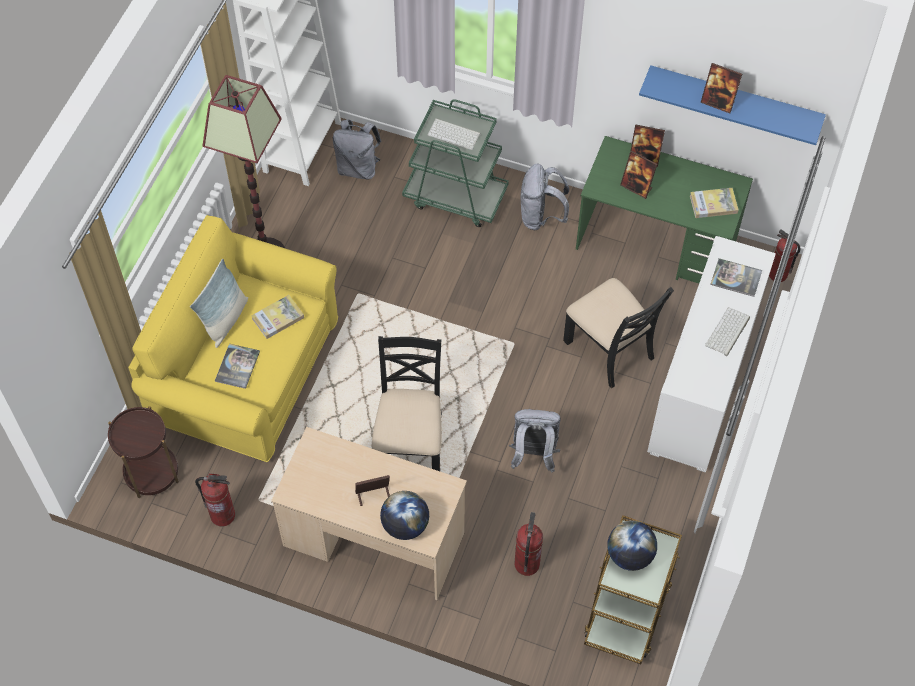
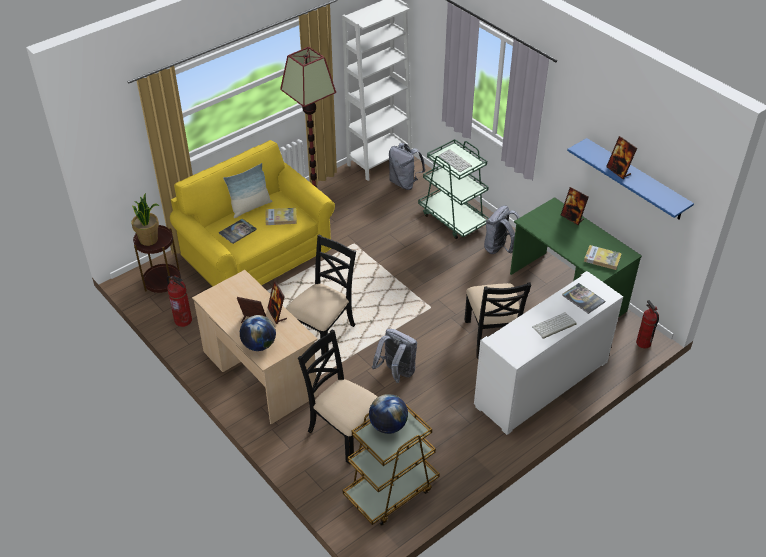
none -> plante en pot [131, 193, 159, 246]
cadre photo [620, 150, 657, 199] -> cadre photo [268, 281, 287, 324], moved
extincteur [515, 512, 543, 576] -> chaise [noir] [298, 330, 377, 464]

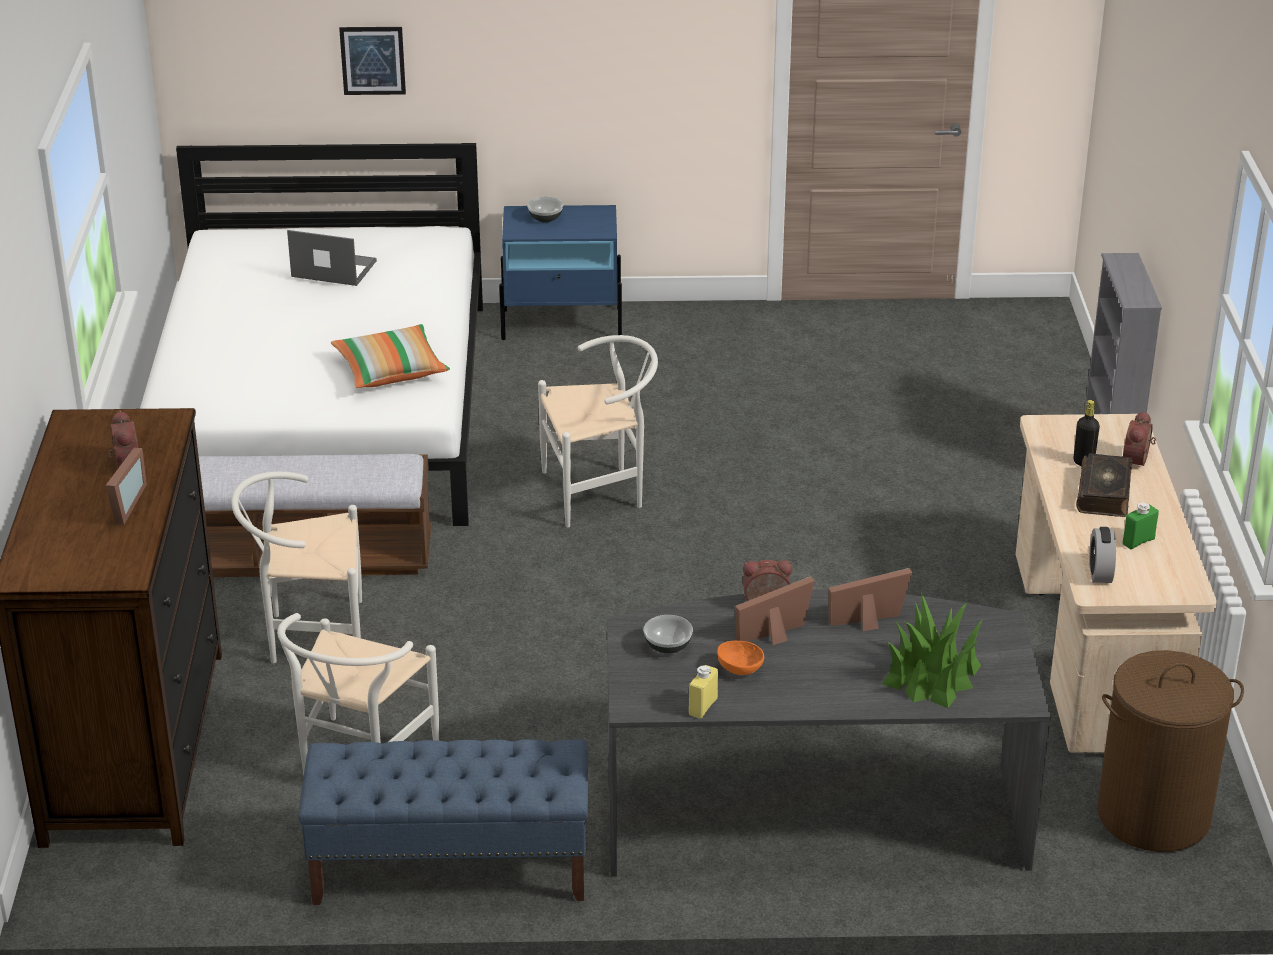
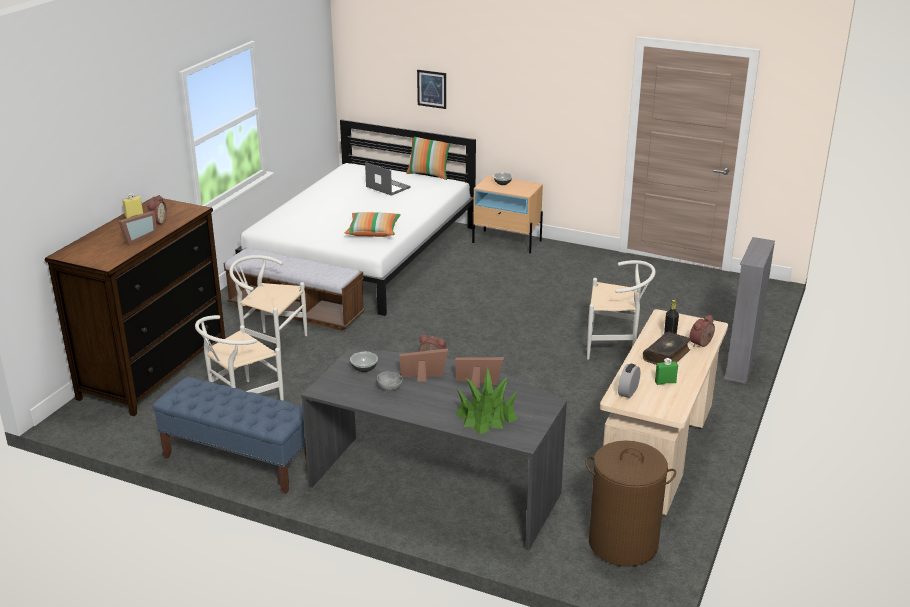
bouteille [jaune] [689, 665, 718, 719] -> bouteille [jaune] [122, 193, 143, 218], moved
bol [orange] [717, 641, 764, 675] -> bol [gris] [377, 372, 403, 391]
none -> coussin [406, 137, 451, 180]
table de chevet [bleu] [499, 205, 622, 340] -> table de chevet [beige] [472, 175, 543, 253]
chaise [blanc] [538, 335, 658, 527] -> chaise [blanc] [587, 260, 656, 360], moved

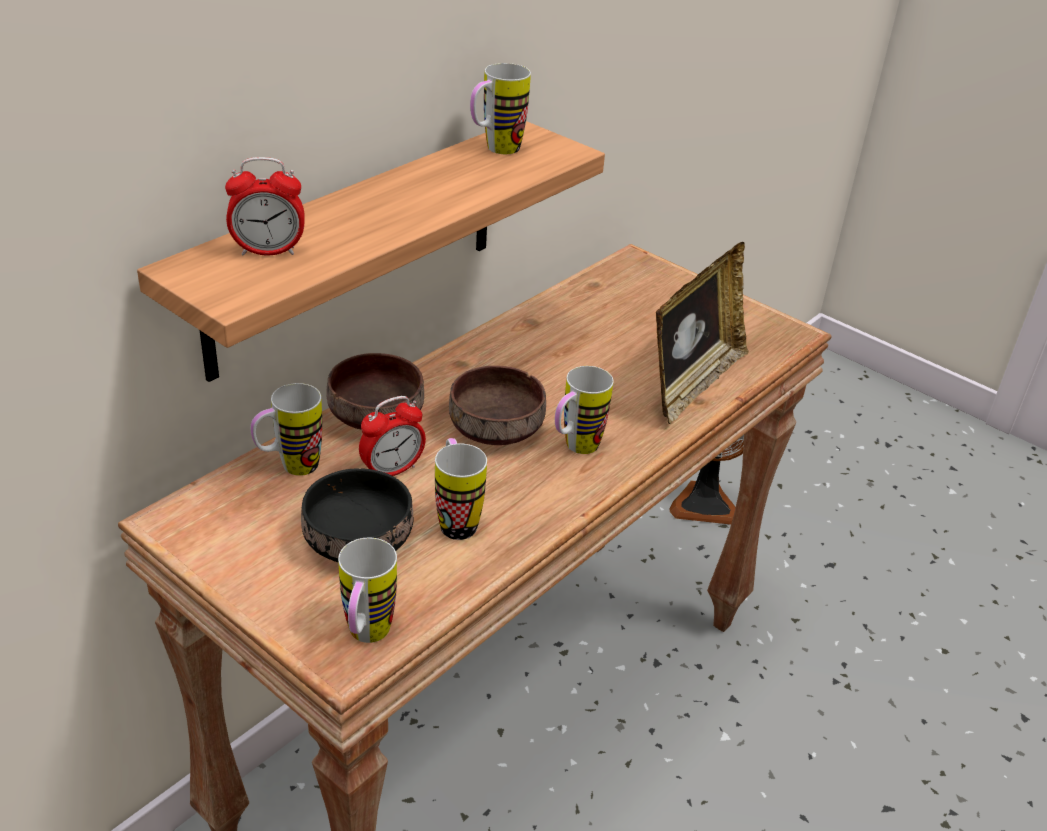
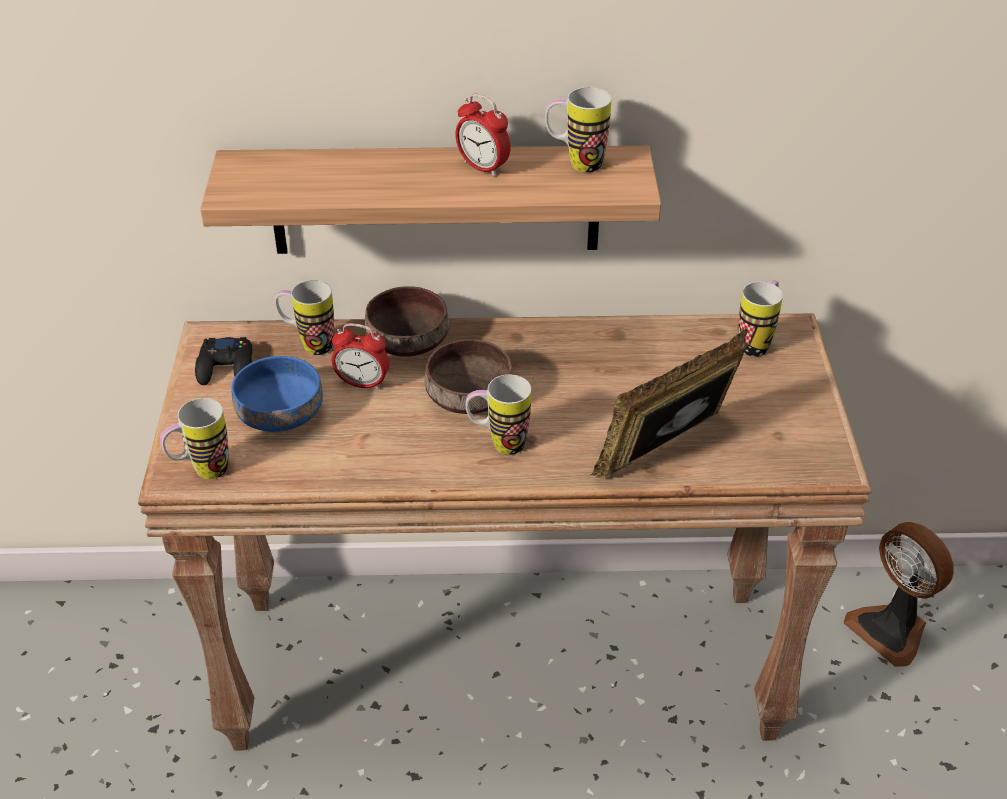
none -> manette [noir] [195, 337, 252, 385]
bol [noir] [301, 468, 413, 562] -> bol [bleu] [231, 356, 323, 432]
réveil [225, 157, 304, 256] -> réveil [456, 94, 511, 177], moved
cadre photo [656, 242, 749, 425] -> cadre photo [590, 328, 748, 479], 150 degrees clockwise
mug [435, 438, 487, 540] -> mug [738, 280, 783, 357], moved

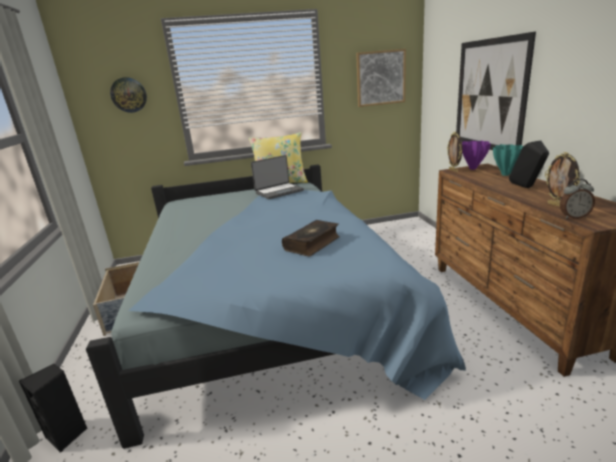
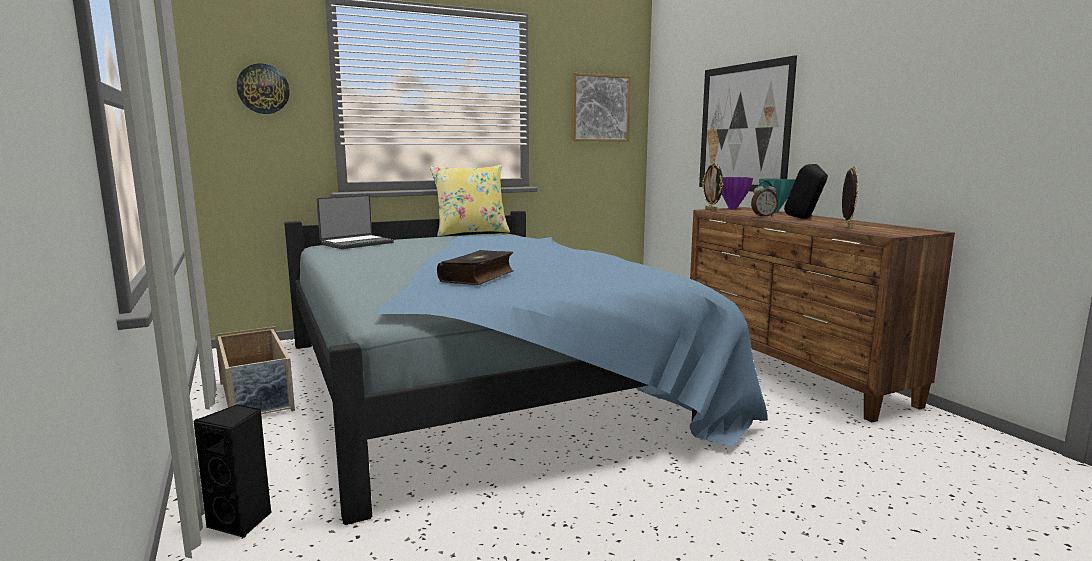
ordinateur portable [251, 155, 304, 199] -> ordinateur portable [317, 195, 394, 249], moved
livre [282, 220, 340, 256] -> livre [437, 250, 514, 285], moved
réveil [560, 179, 595, 219] -> réveil [751, 181, 778, 217], moved
cadre photo [545, 152, 580, 207] -> cadre photo [842, 166, 858, 228], 135 degrees counterclockwise

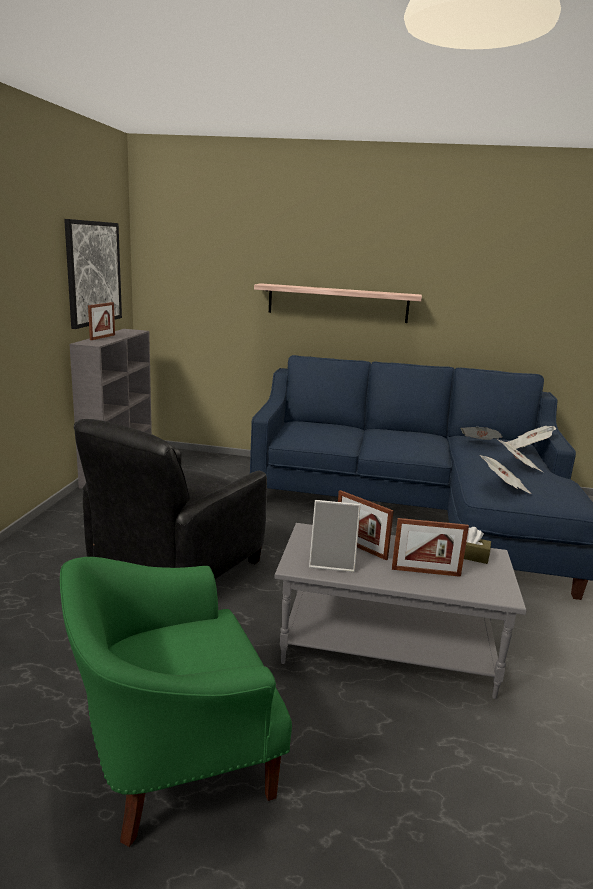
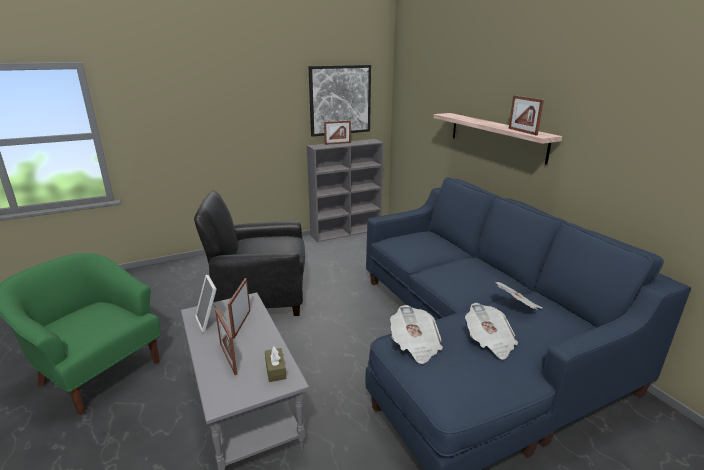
none -> cadre photo [508, 95, 544, 135]
journal [506, 426, 556, 449] -> none

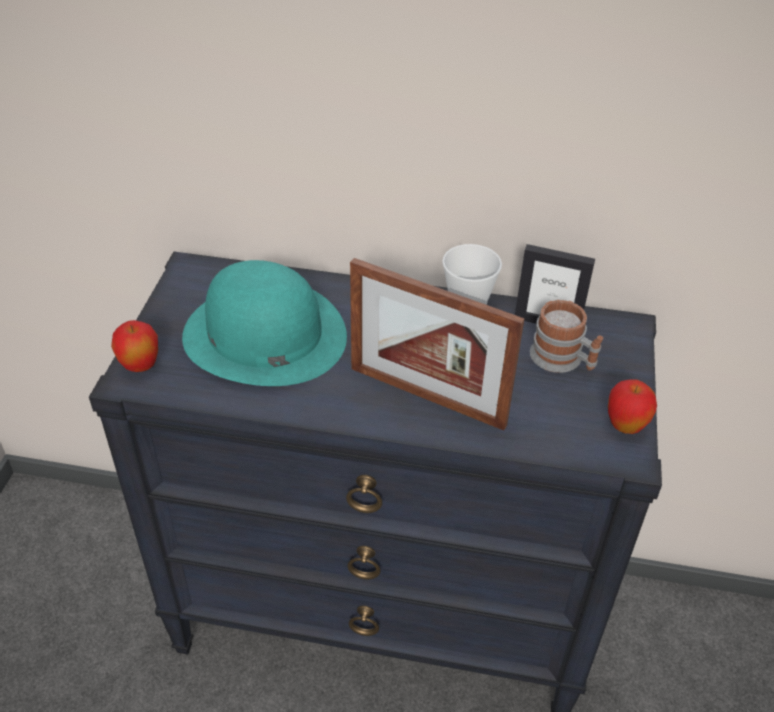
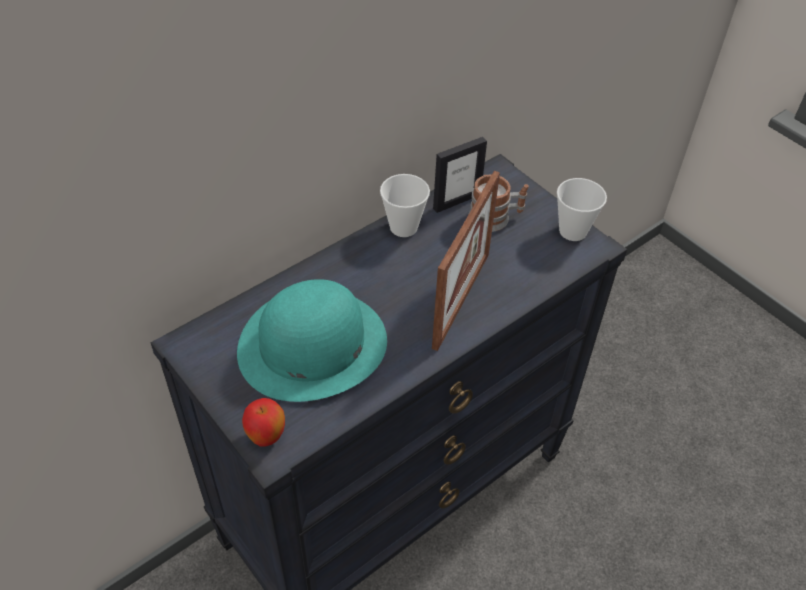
cadre photo [350, 258, 525, 431] -> cadre photo [432, 171, 500, 351], 45 degrees counterclockwise
pomme [608, 379, 657, 434] -> tasse [557, 178, 607, 241]

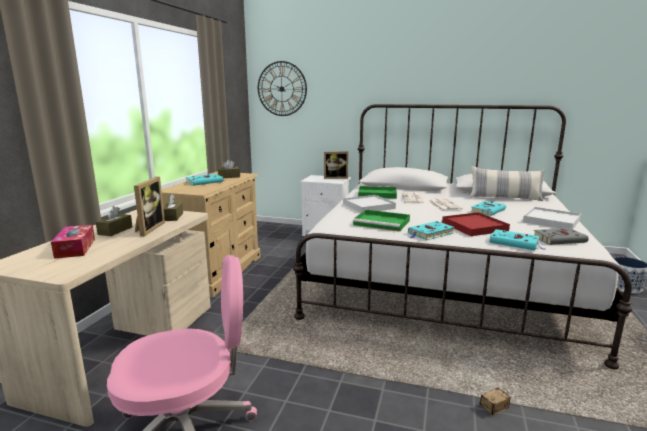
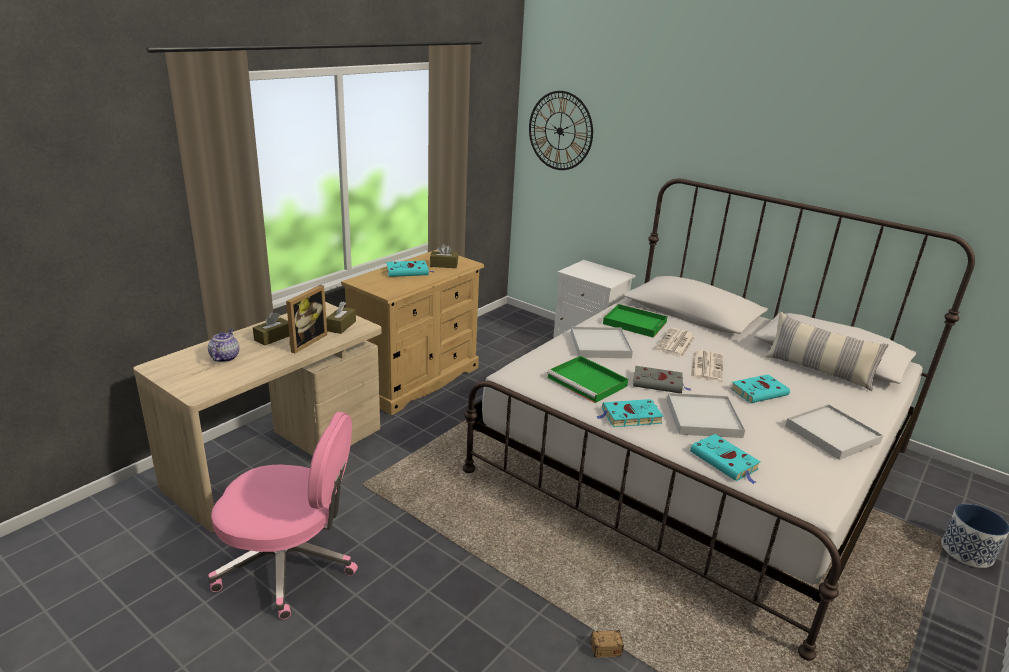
boîte à mouchoirs [51, 225, 95, 259] -> théière [208, 329, 239, 362]
livre [gris] [534, 228, 589, 245] -> livre [gris] [633, 366, 691, 393], moved
plateau [rouge] [442, 212, 510, 236] -> plateau [blanc] [667, 393, 745, 438]
cadre photo [324, 151, 348, 179] -> none

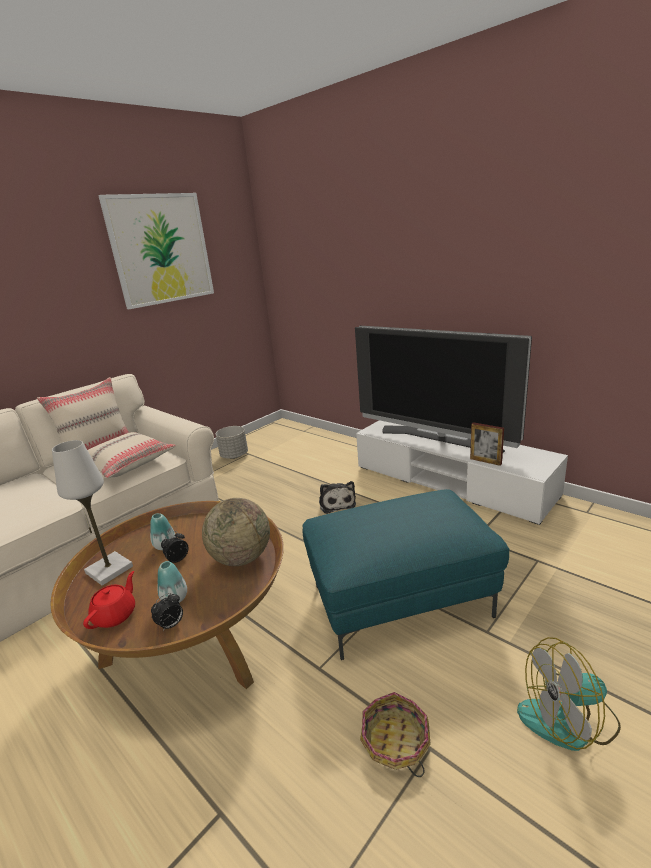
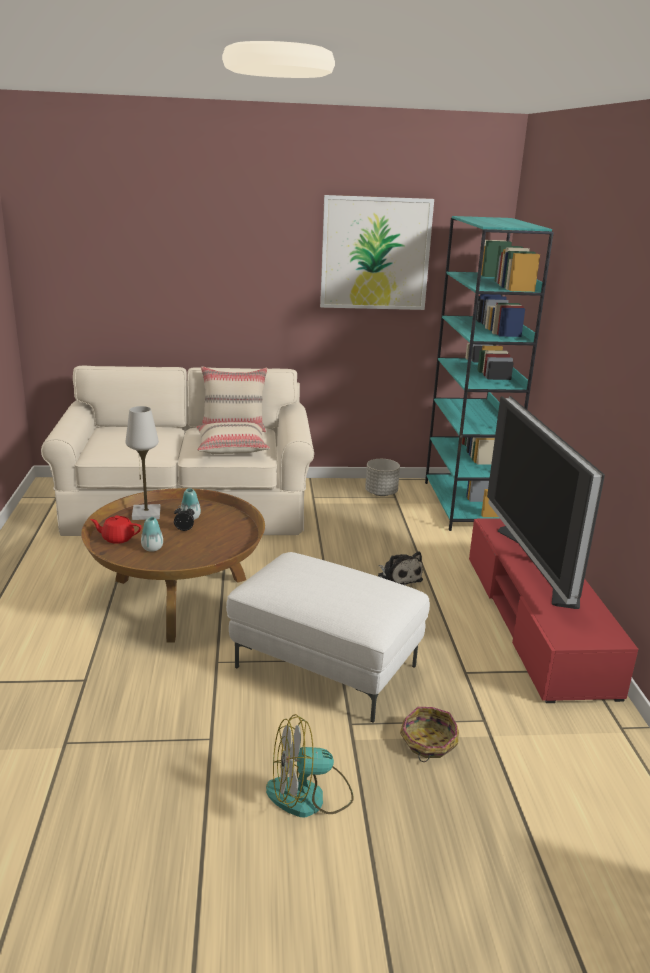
théière [rouge] [83, 571, 135, 629] -> théière [rouge] [90, 515, 142, 544], 150 degrees counterclockwise
pouf [turquoise] [302, 489, 509, 660] -> pouf [blanc] [226, 552, 430, 722]
ventilateur [517, 637, 621, 751] -> ventilateur [266, 714, 354, 818], 45 degrees counterclockwise
peluche [319, 481, 356, 514] -> peluche [378, 552, 423, 585], 60 degrees counterclockwise
panier [360, 692, 430, 777] -> panier [400, 707, 459, 762], moved
none -> bibliothèque [turquoise] [425, 216, 554, 531]
meuble télé [blanc] [356, 420, 568, 525] -> meuble télé [rouge] [469, 519, 638, 703]
réveil [151, 593, 183, 632] -> none
globe [202, 498, 270, 566] -> none
cadre photo [470, 422, 504, 466] -> none

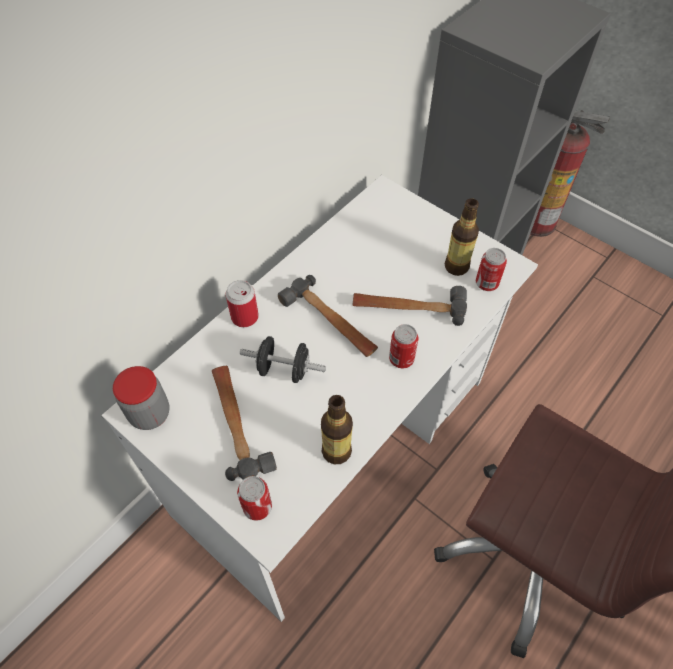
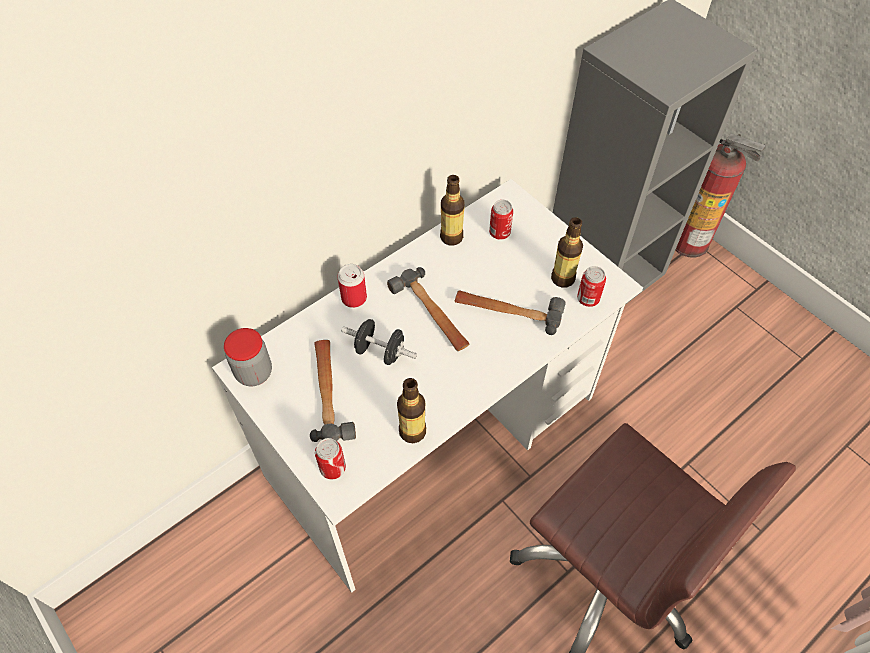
none -> bouteille [440, 175, 465, 246]
boîte métallique [389, 324, 418, 368] -> boîte métallique [489, 200, 513, 240], moved

